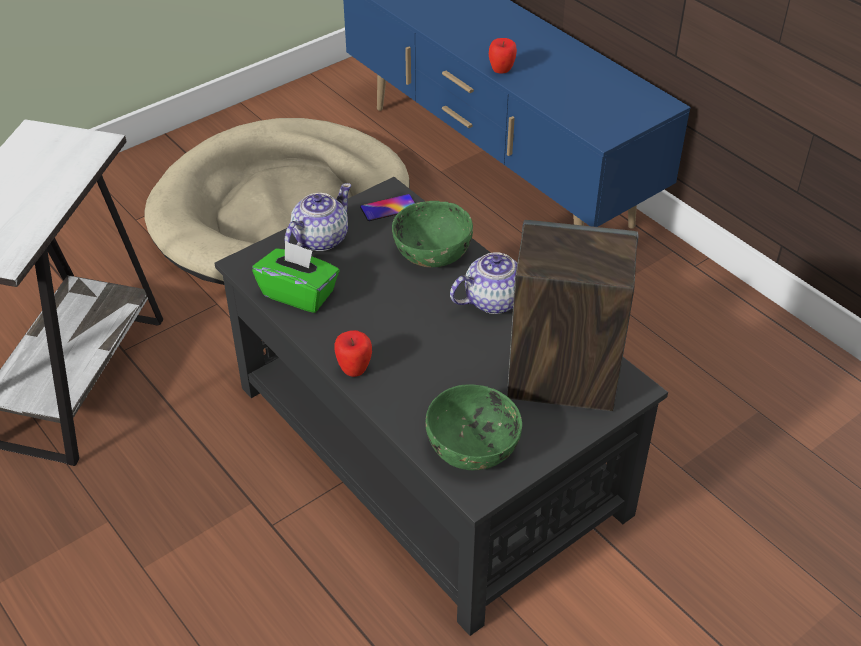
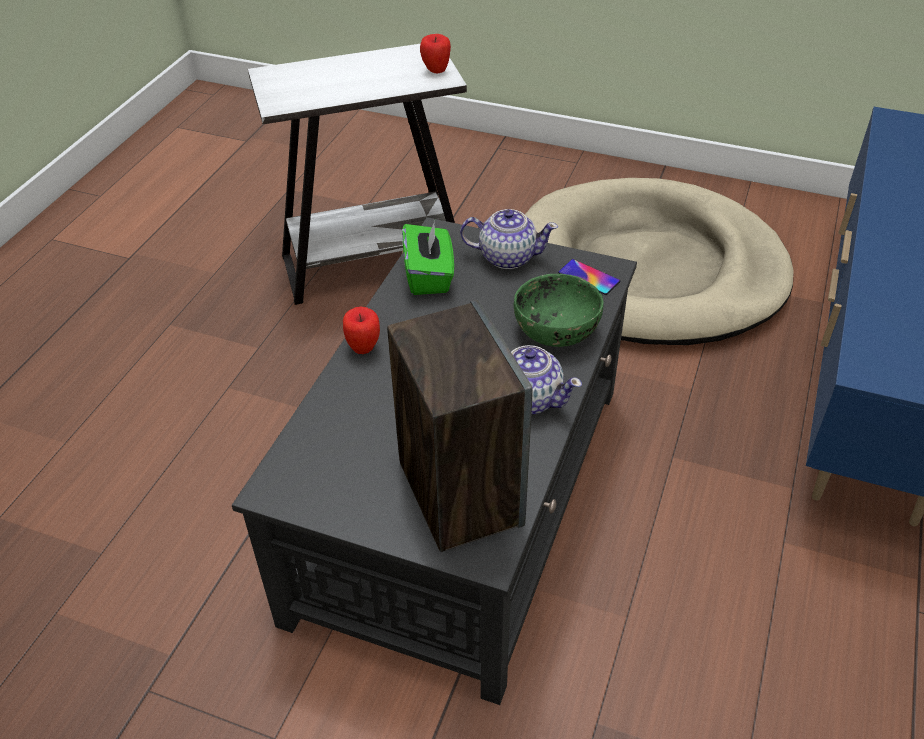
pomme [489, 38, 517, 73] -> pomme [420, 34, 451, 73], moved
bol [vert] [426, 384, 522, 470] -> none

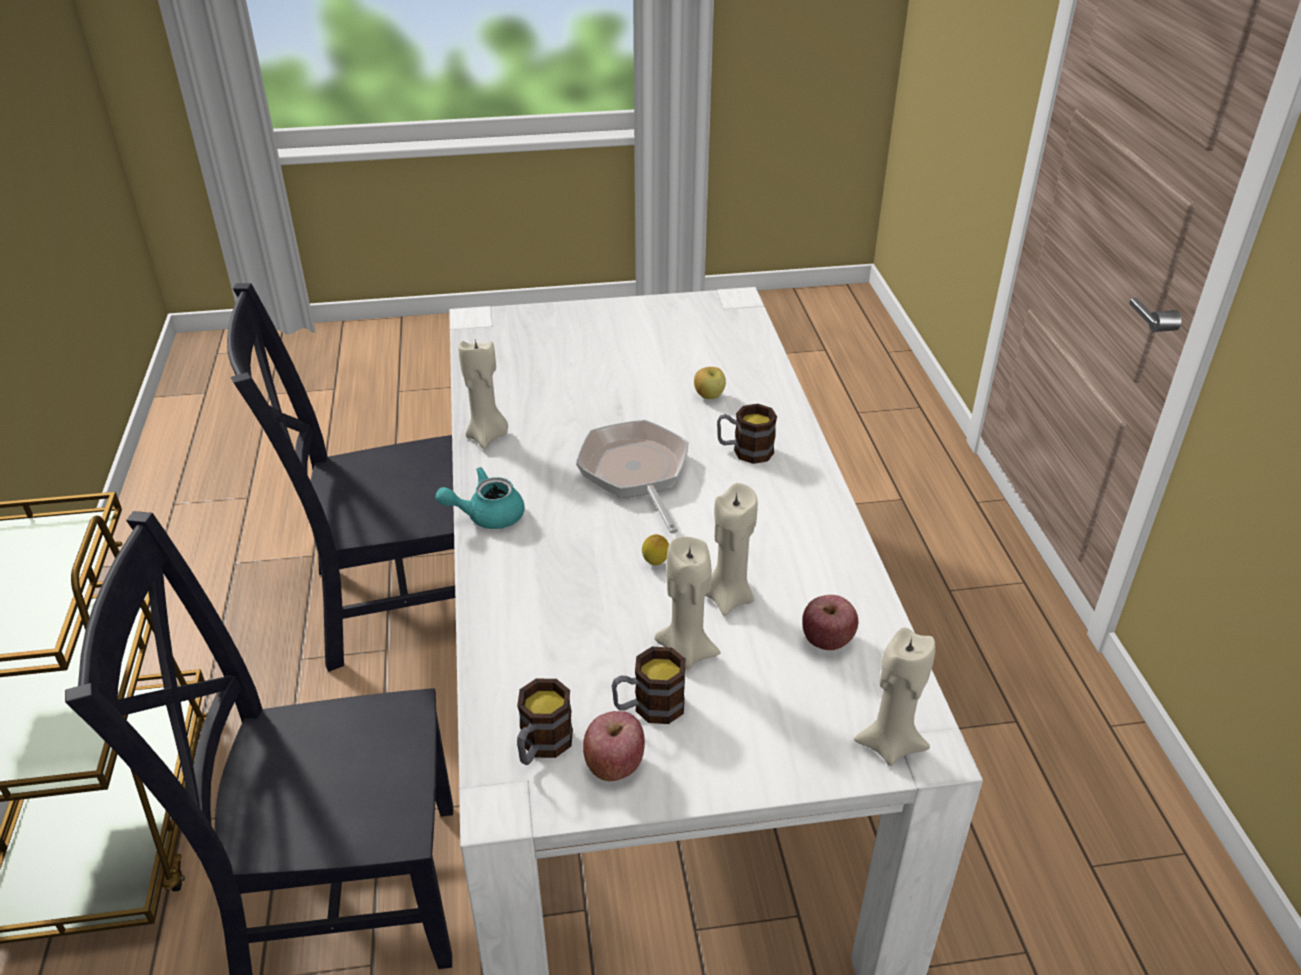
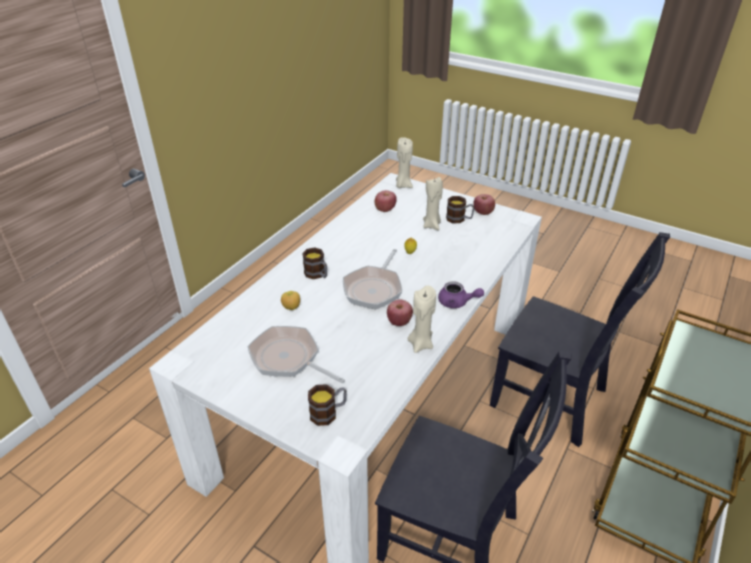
none -> poêle [248, 326, 345, 383]
mug [517, 679, 573, 765] -> mug [308, 384, 347, 426], moved
none -> pomme [387, 300, 413, 326]
théière [turquoise] [435, 467, 525, 529] -> théière [violet] [438, 281, 484, 308]
bougie [beige] [705, 483, 758, 616] -> none

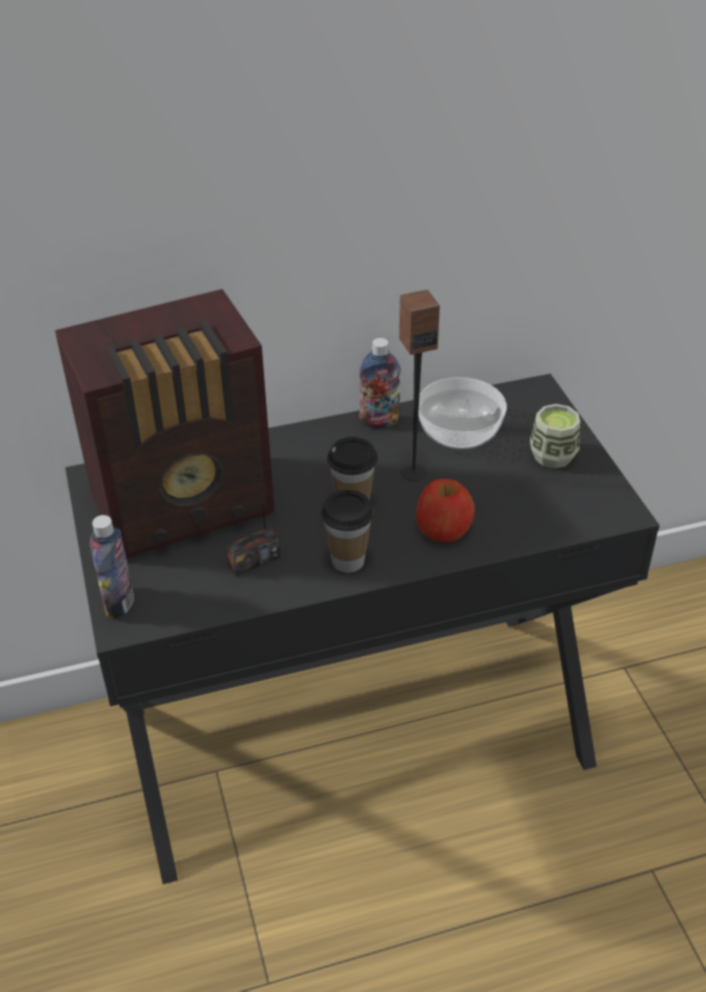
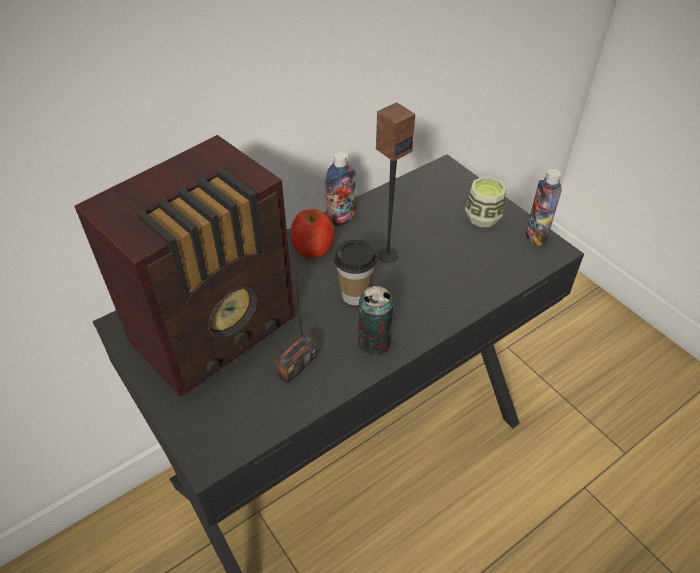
pomme [416, 479, 475, 543] -> pomme [290, 209, 335, 258], moved
tasse [321, 490, 374, 573] -> boîte métallique [358, 286, 393, 357]
bouteille [90, 515, 134, 618] -> bouteille [526, 169, 562, 246], moved
bol [418, 377, 507, 449] -> none

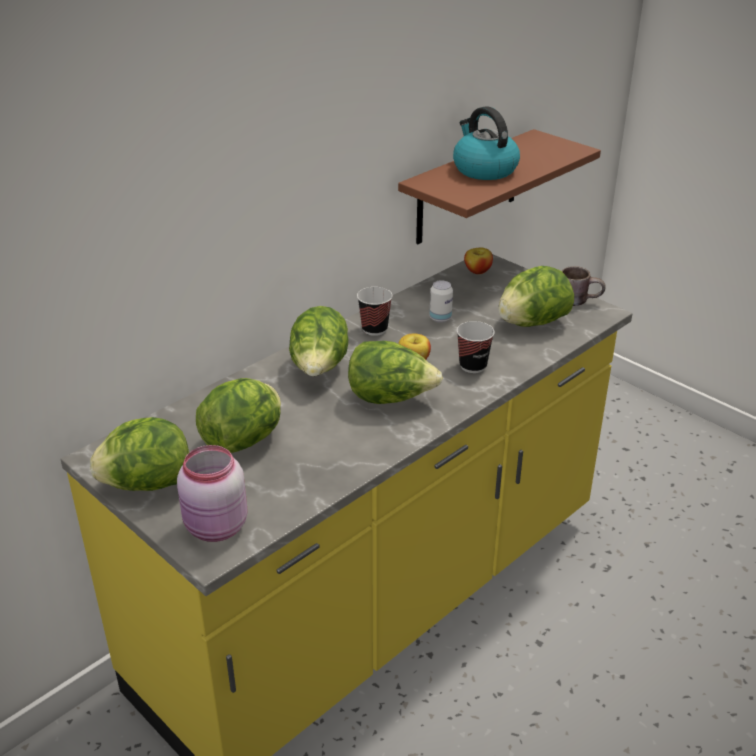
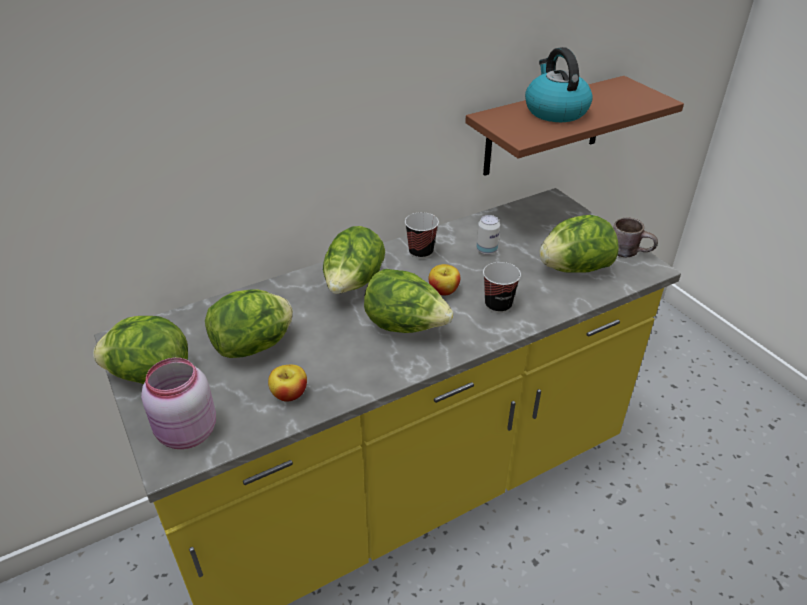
pomme [464, 248, 493, 274] -> pomme [268, 365, 307, 402], moved

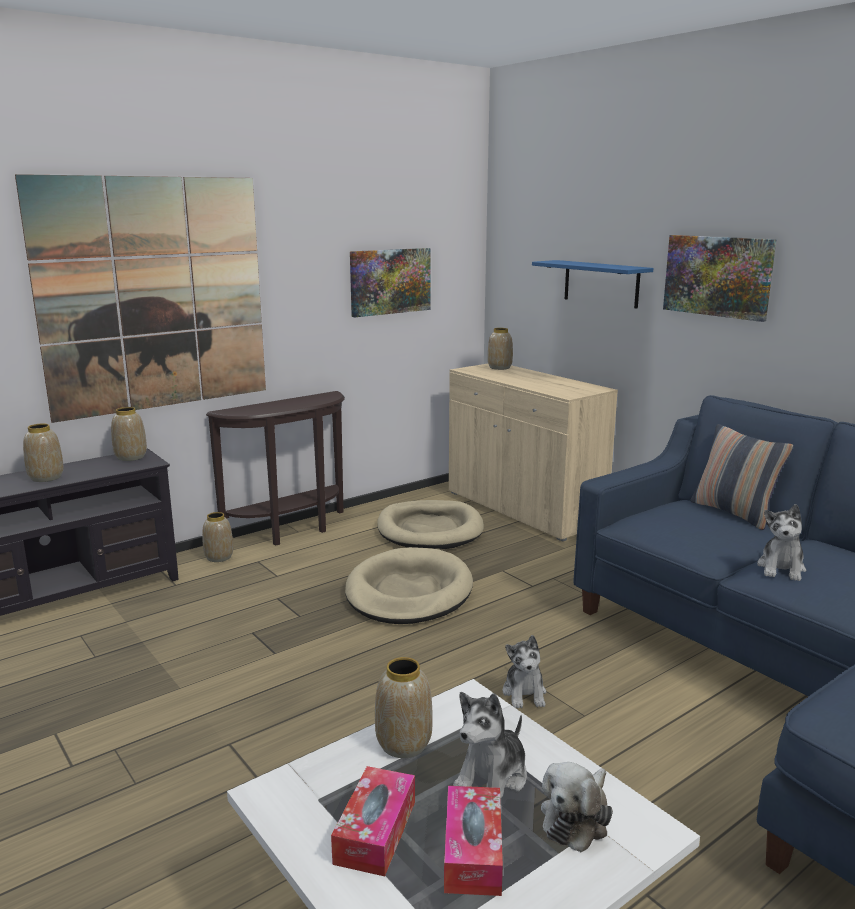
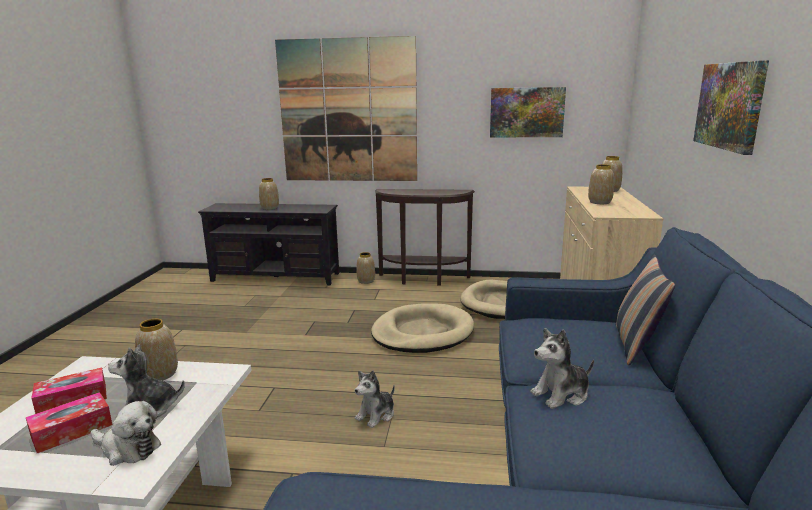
peluche [541, 762, 613, 852] -> peluche [91, 401, 161, 466], 150 degrees counterclockwise
vase [111, 407, 147, 461] -> vase [588, 164, 614, 204], moved
étagère [bleu] [532, 260, 653, 309] -> none

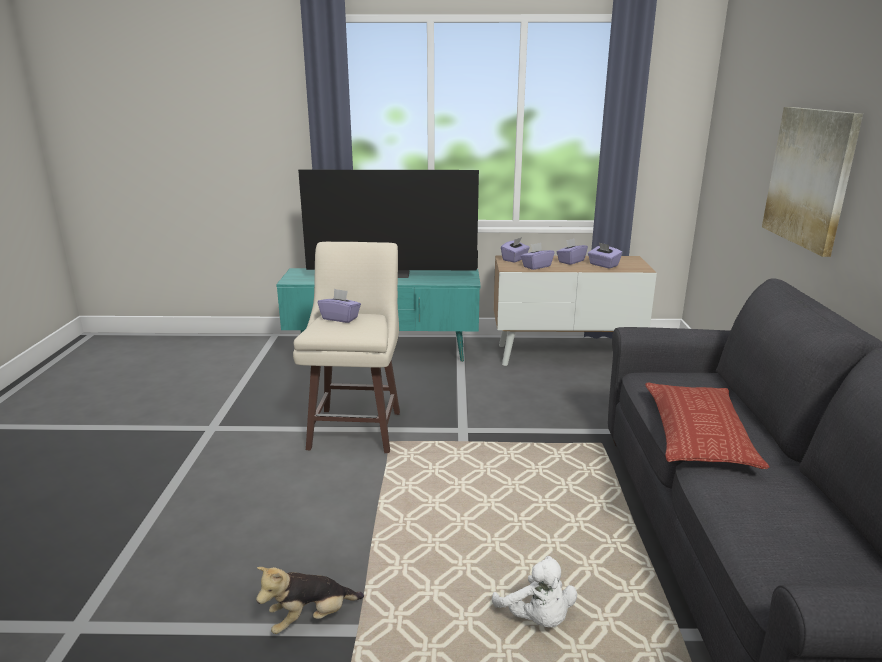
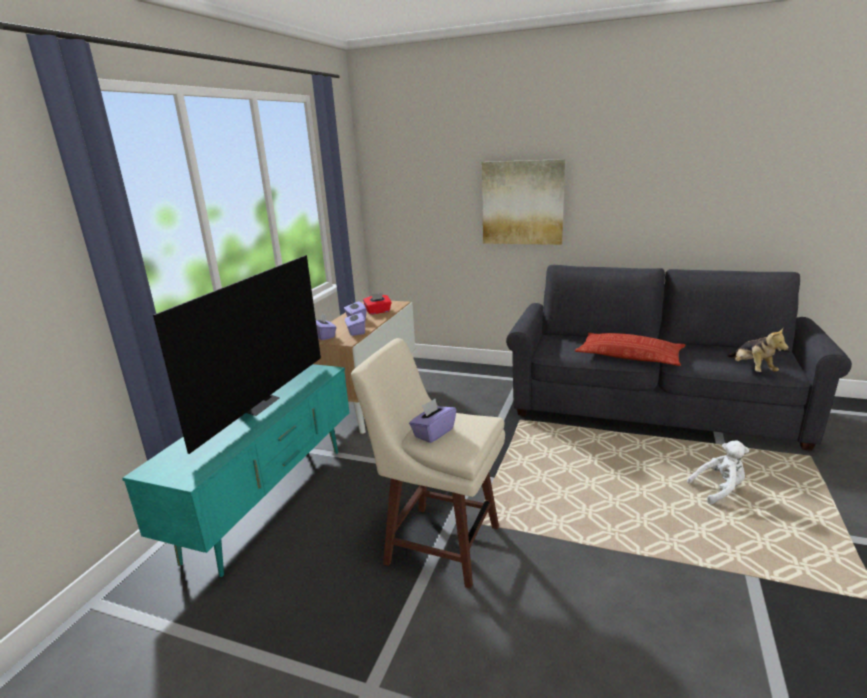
boîte à mouchoirs [violet] [588, 242, 622, 269] -> boîte à mouchoirs [rouge] [363, 293, 392, 315]
peluche [256, 567, 364, 634] -> peluche [727, 328, 788, 372], moved

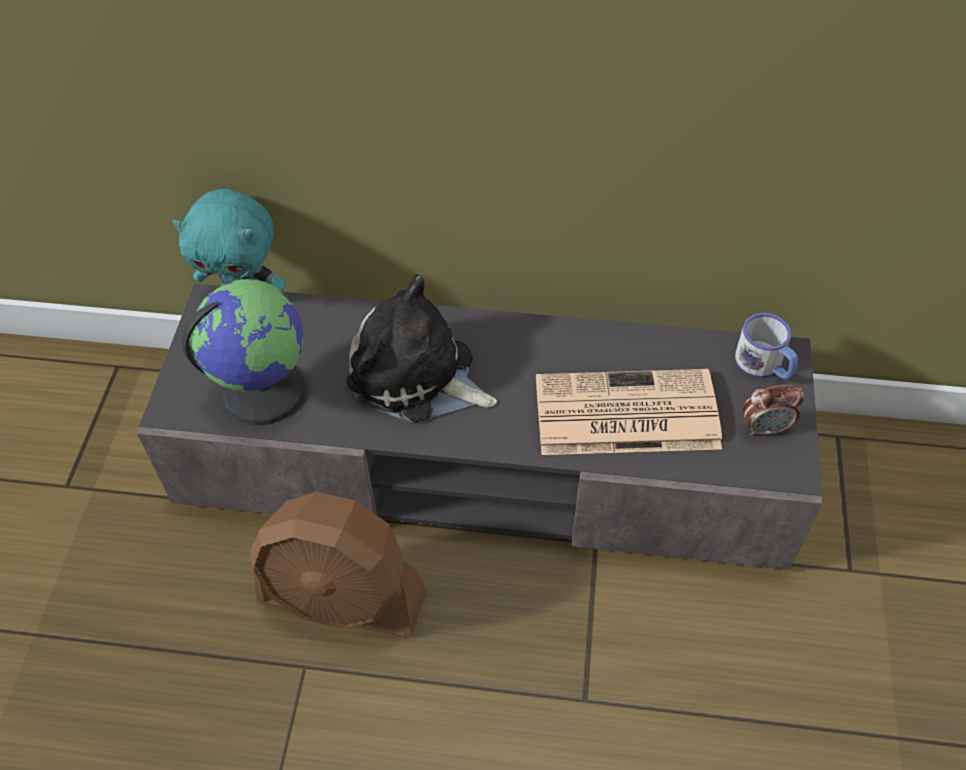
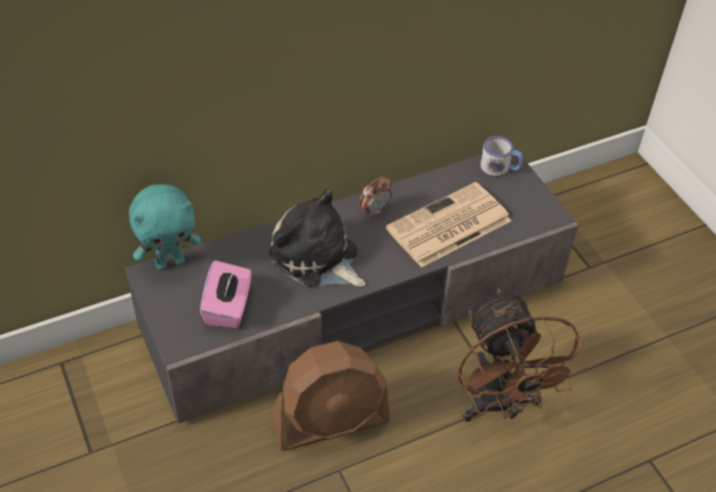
globe [181, 279, 305, 425] -> boîte à mouchoirs [rose] [200, 260, 251, 328]
peluche [346, 275, 497, 423] -> peluche [269, 189, 365, 287], 45 degrees clockwise
réveil [743, 385, 804, 436] -> réveil [359, 177, 392, 218], moved
none -> ventilateur [marron] [458, 288, 588, 422]

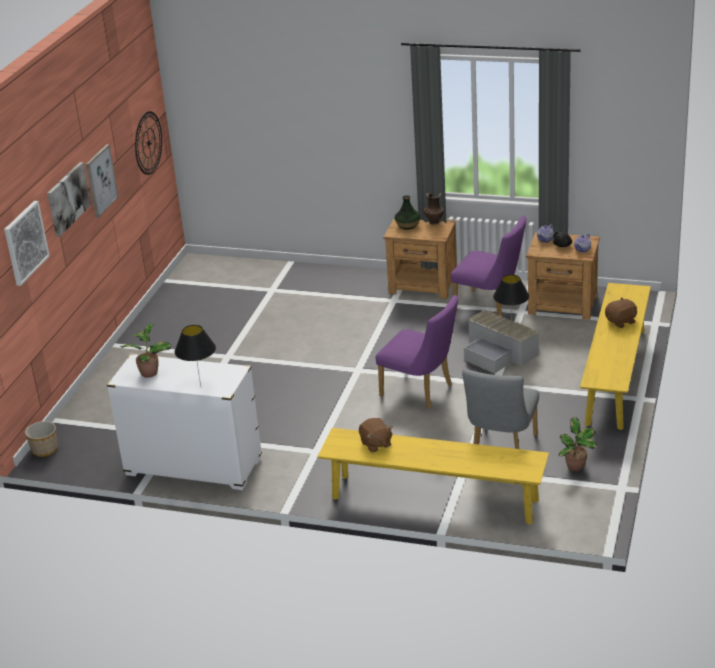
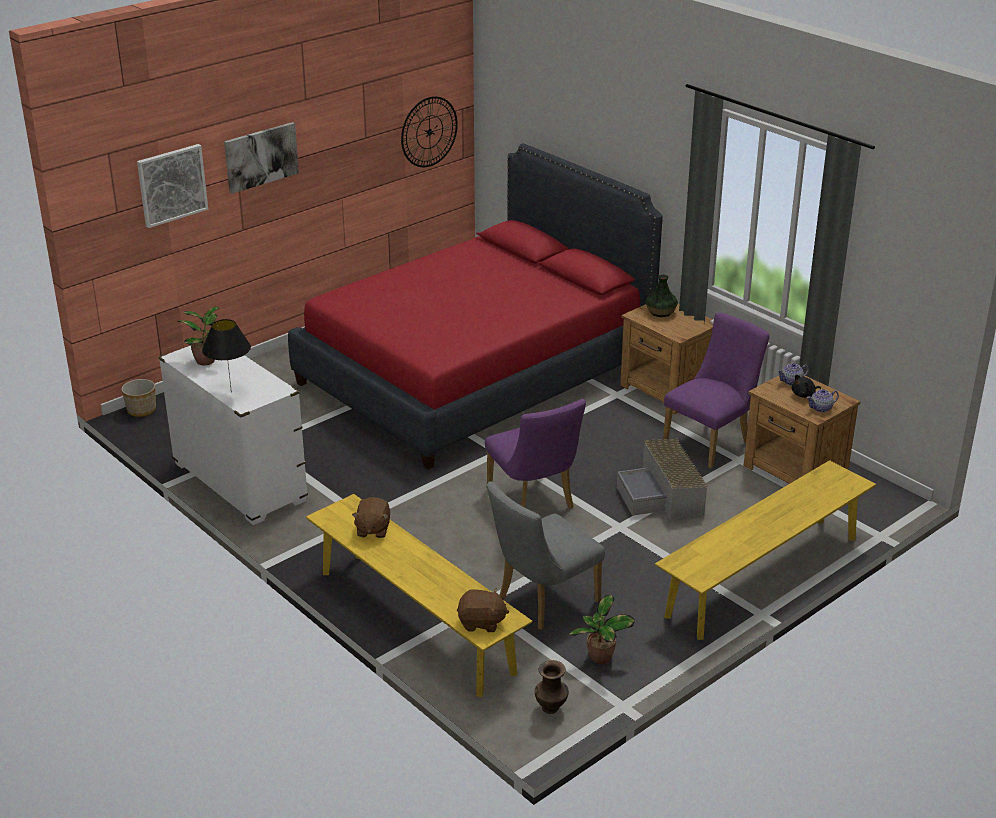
none -> lit [rouge] [288, 143, 663, 470]
peluche [marron] [605, 297, 637, 328] -> peluche [marron] [457, 588, 509, 632], moved
vase [marron] [424, 193, 444, 225] -> vase [marron] [535, 660, 569, 714], moved
chaise [violet] [451, 215, 526, 317] -> chaise [violet] [663, 313, 770, 468], 105 degrees counterclockwise
tableau [86, 144, 119, 218] -> none
lampe de table [noir] [493, 275, 529, 329] -> none

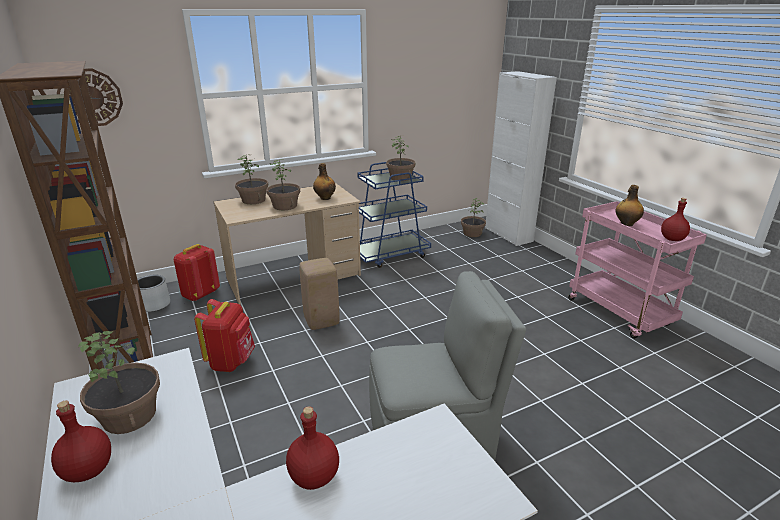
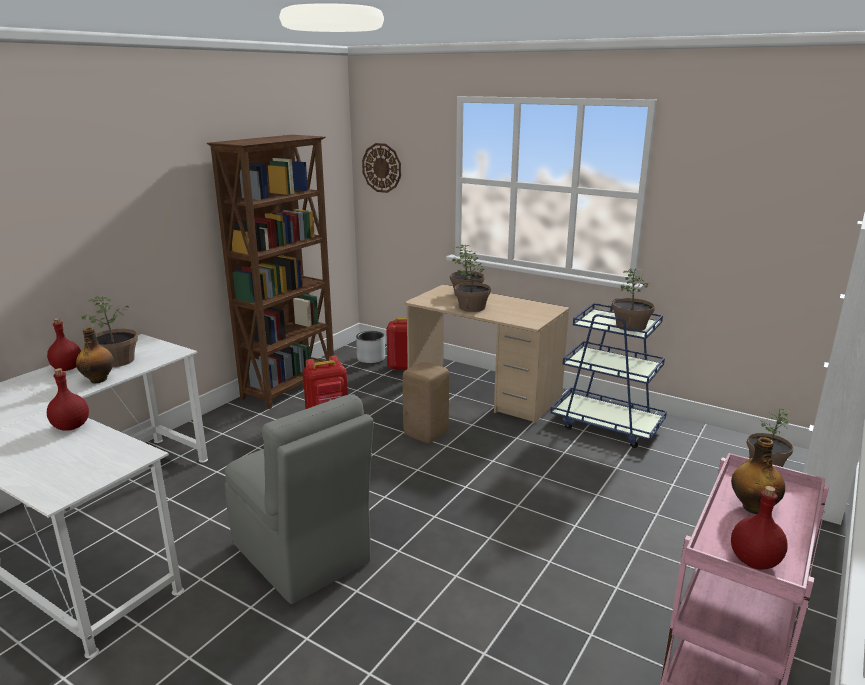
bouteille [313, 163, 336, 200] -> bouteille [76, 327, 114, 383], moved

